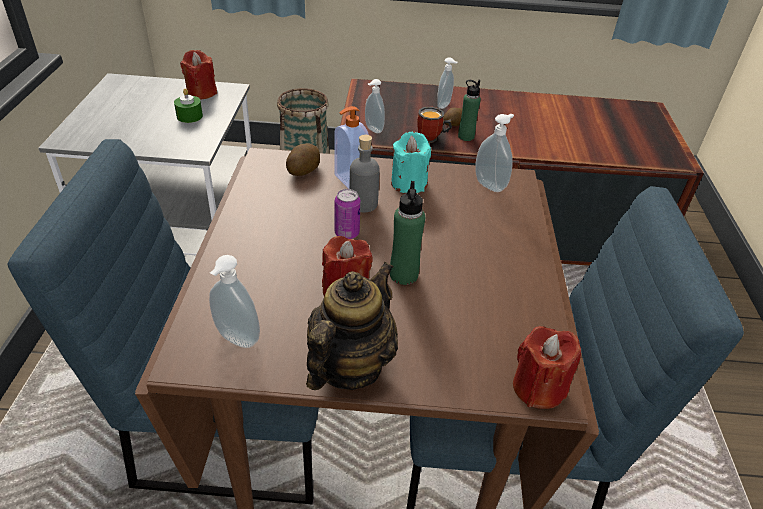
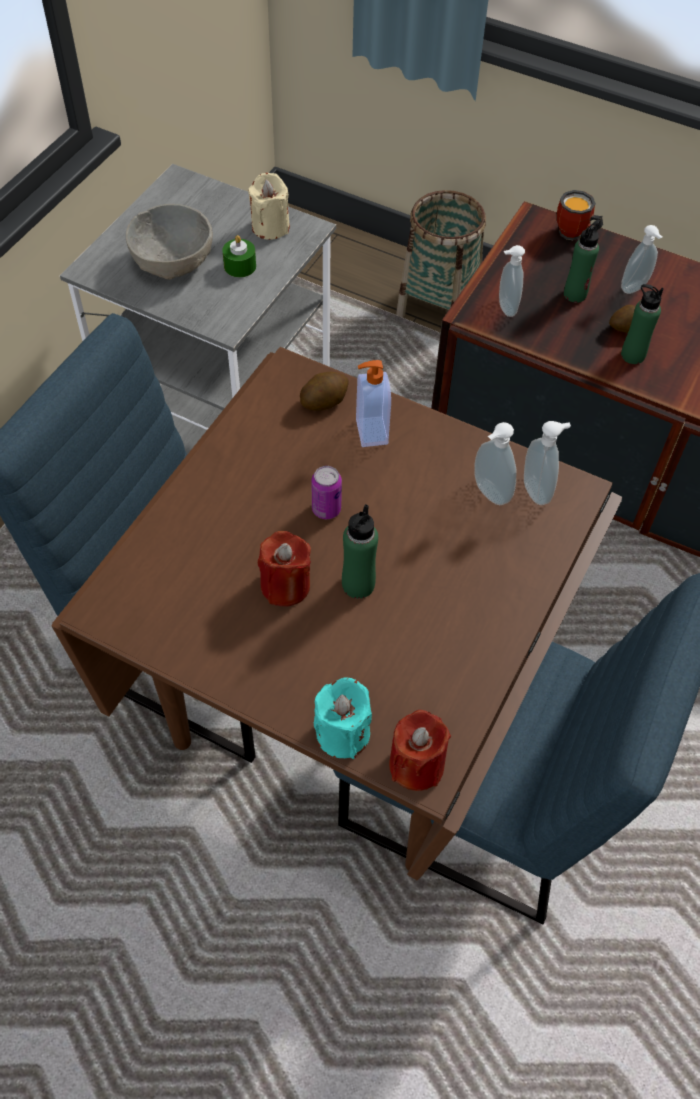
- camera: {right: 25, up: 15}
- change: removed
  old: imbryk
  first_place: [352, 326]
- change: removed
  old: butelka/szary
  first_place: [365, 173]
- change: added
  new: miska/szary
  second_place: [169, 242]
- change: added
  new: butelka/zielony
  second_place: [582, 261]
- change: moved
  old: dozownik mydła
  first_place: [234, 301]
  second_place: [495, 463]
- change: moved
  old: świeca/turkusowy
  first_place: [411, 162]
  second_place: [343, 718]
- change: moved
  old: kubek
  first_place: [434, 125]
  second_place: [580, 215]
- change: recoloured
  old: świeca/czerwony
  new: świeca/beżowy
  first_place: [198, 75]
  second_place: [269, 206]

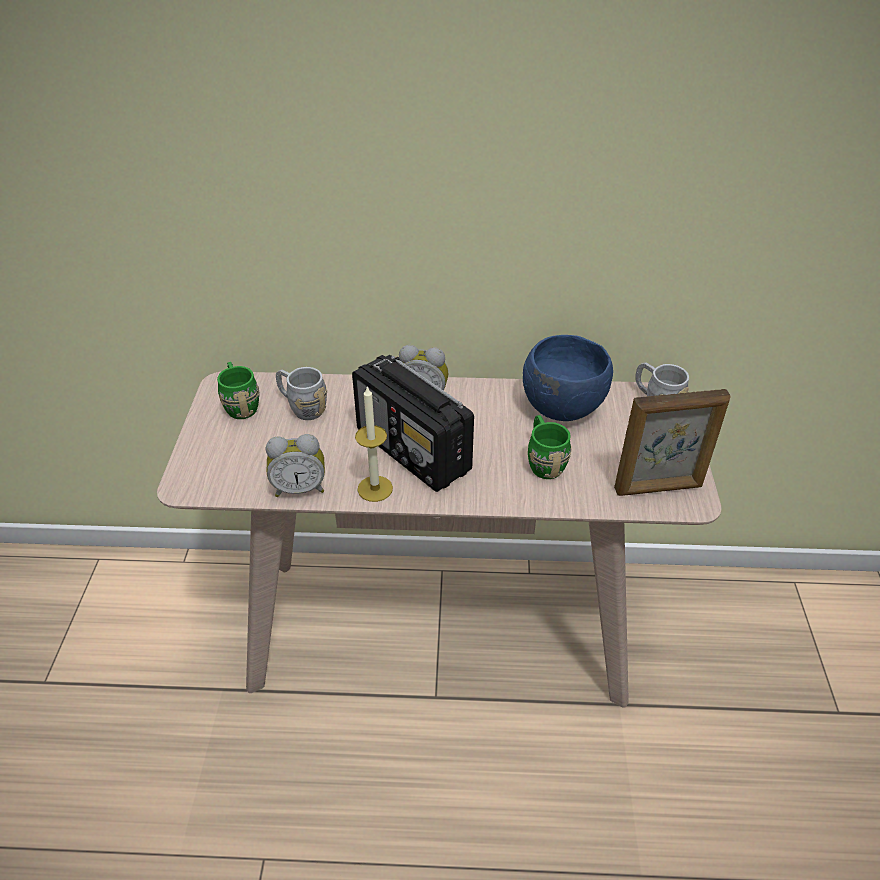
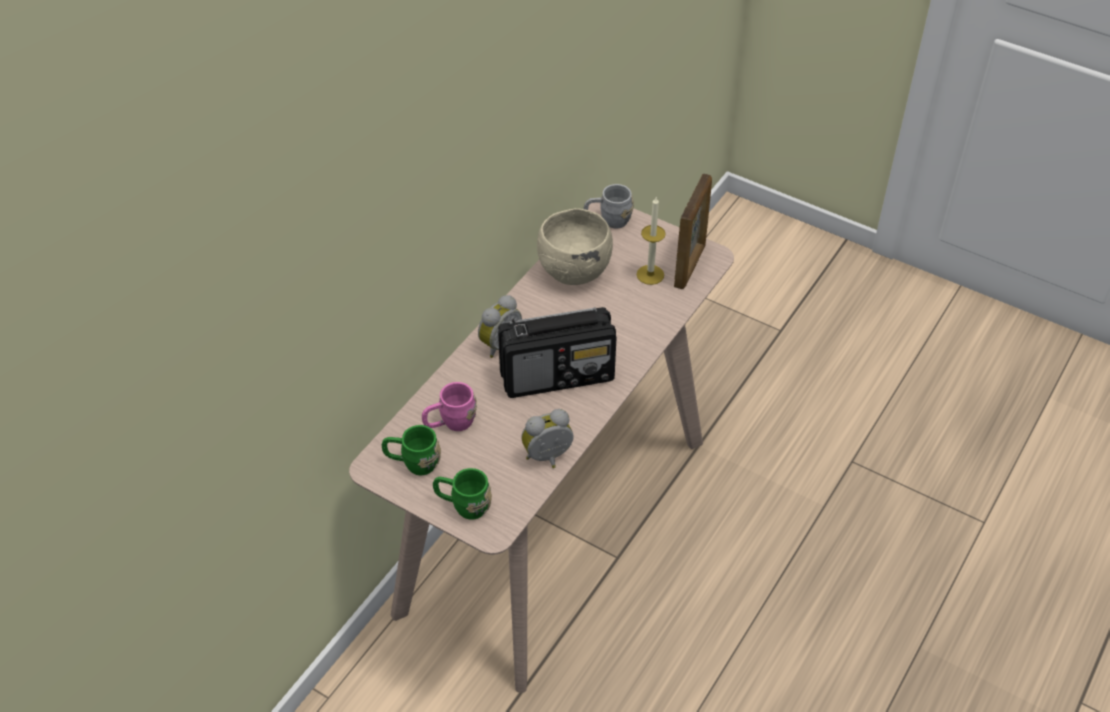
- camera: {right: -60, up: 5}
- change: moved
  old: świeca
  first_place: [374, 444]
  second_place: [651, 241]
- change: moved
  old: kubek/zielony
  first_place: [550, 447]
  second_place: [462, 494]
- change: recoloured
  old: kubek/szary
  new: kubek/różowy
  first_place: [301, 393]
  second_place: [449, 406]
- change: recoloured
  old: miska/niebieski
  new: miska/beżowy
  first_place: [568, 378]
  second_place: [575, 246]
- change: turned
  old: budzik
  first_place: [295, 465]
  second_place: [547, 438]
  degrees: -135

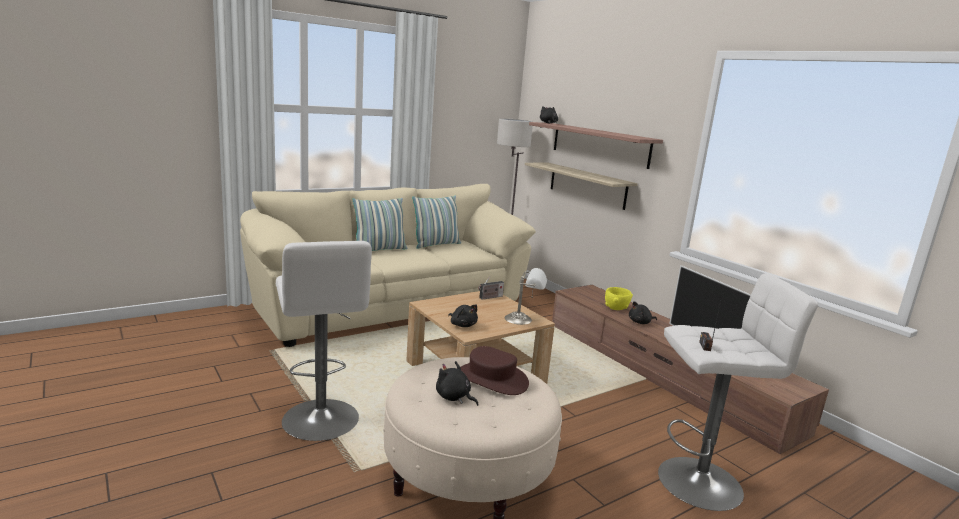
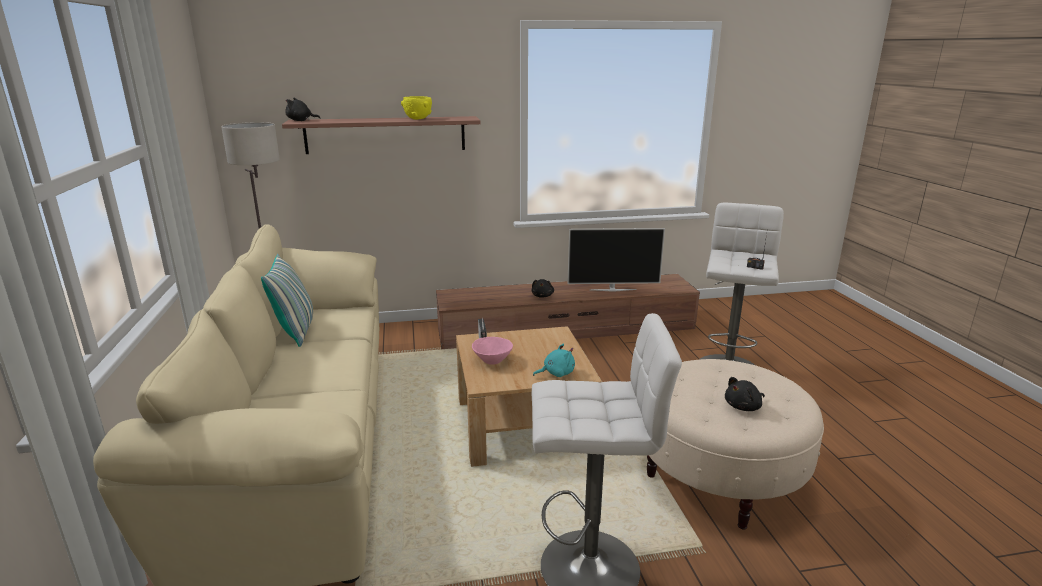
- camera: {right: -65, up: 5}
- change: removed
  old: poduszka
  first_place: [379, 224]
- change: removed
  old: kapelusz/brązowy
  first_place: [494, 370]
- change: removed
  old: lampa stołowa/biały
  first_place: [526, 296]
- change: removed
  old: półka
  first_place: [581, 186]
- change: added
  new: miska/różowy
  second_place: [492, 351]
- change: moved
  old: miska/żółty
  first_place: [619, 298]
  second_place: [416, 108]
- change: recoloured
  old: pluszak/czarny
  new: pluszak/turkusowy
  first_place: [463, 316]
  second_place: [554, 360]

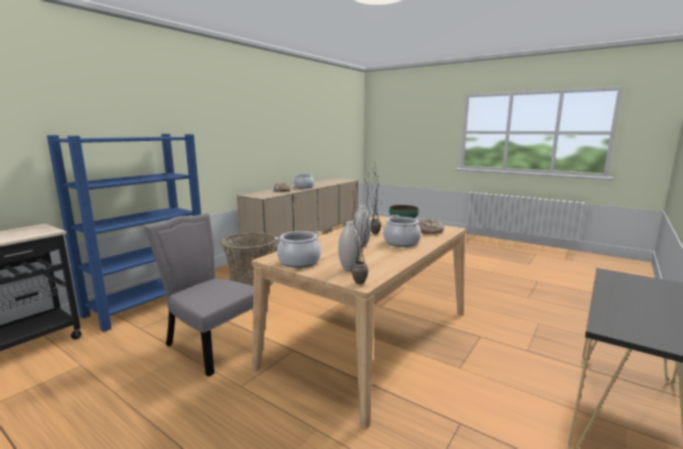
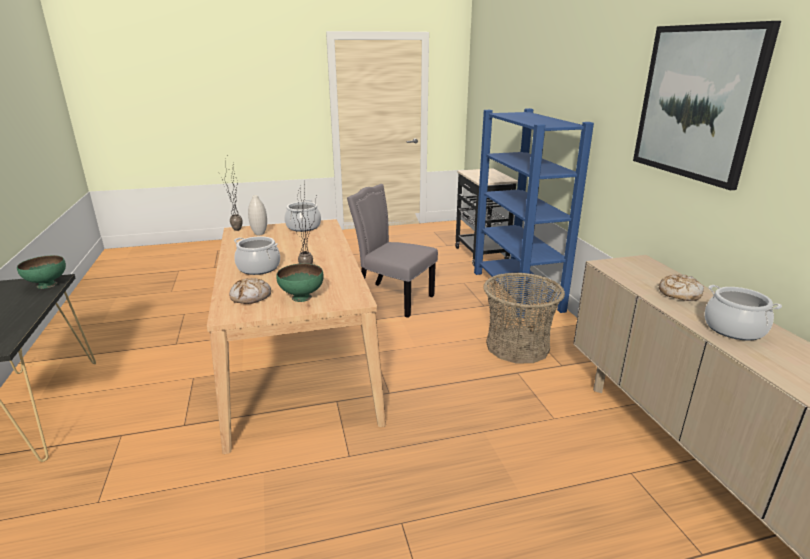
- camera: {right: 130, up: 10}
- change: removed
  old: wazon/biały
  first_place: [362, 226]
- change: added
  new: miska/zielony
  second_place: [41, 272]
- change: added
  new: obraz
  second_place: [707, 105]
- change: turned
  old: krzesło/szary
  first_place: [199, 295]
  second_place: [392, 251]
  degrees: -135

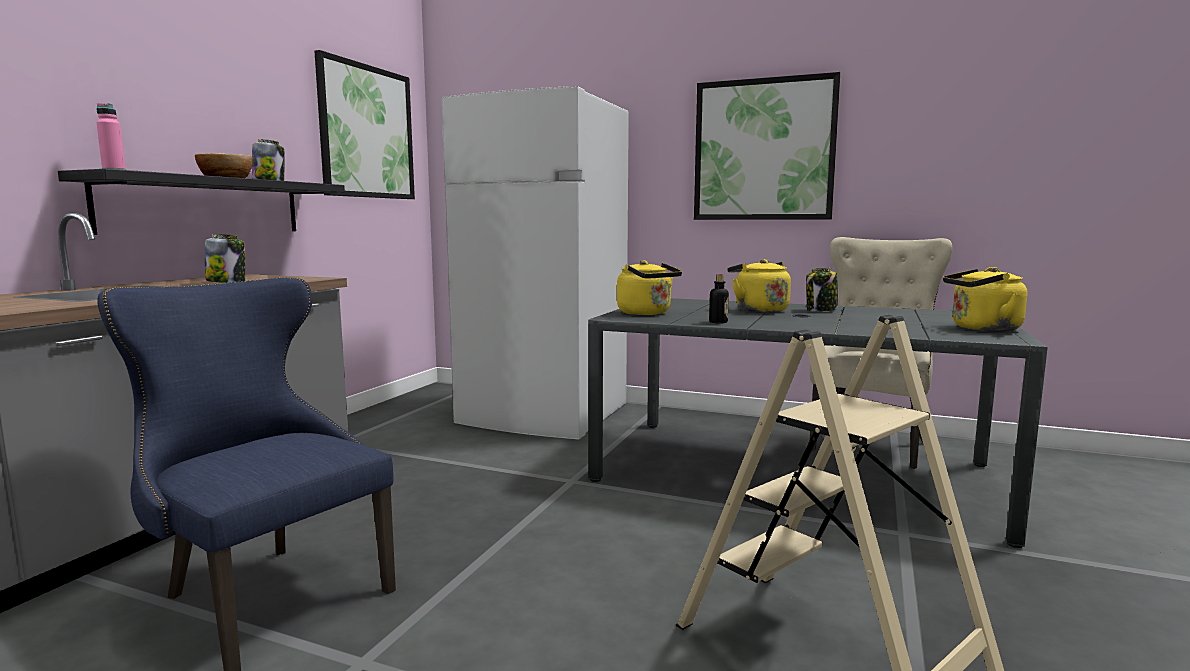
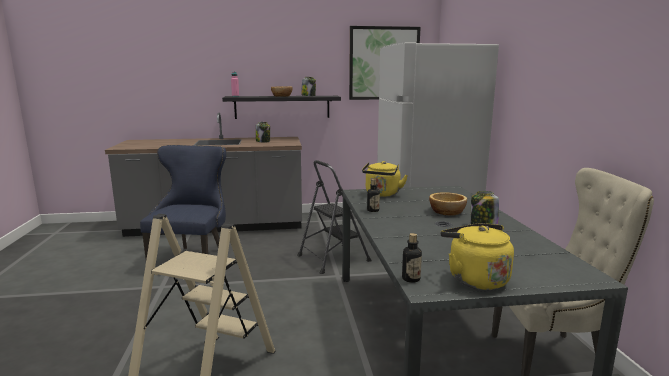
- camera: {right: 60, up: 5}
- change: removed
  old: obraz
  first_place: [767, 146]
- change: added
  new: drabinka/czarny
  second_place: [334, 217]
- change: added
  new: butelka
  second_place: [412, 258]
- change: replaced
  old: czajnik/żółty
  new: miska
  first_place: [759, 286]
  second_place: [448, 204]

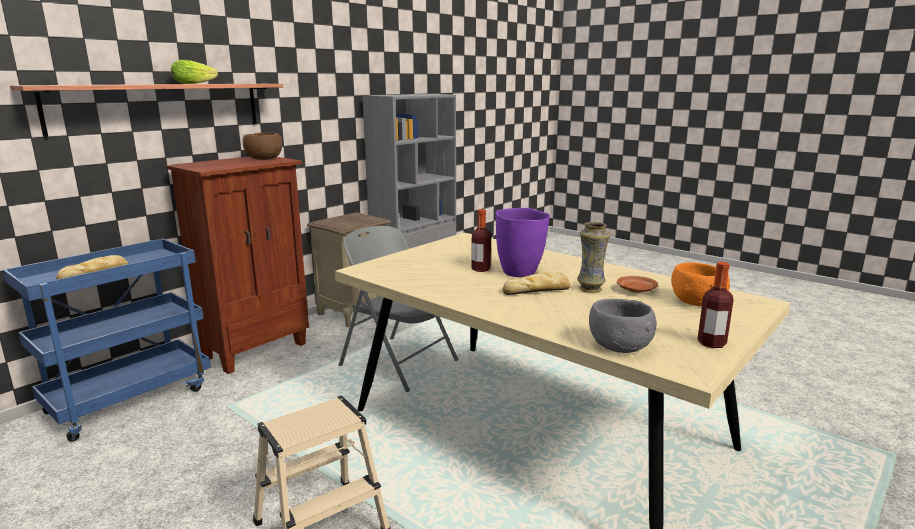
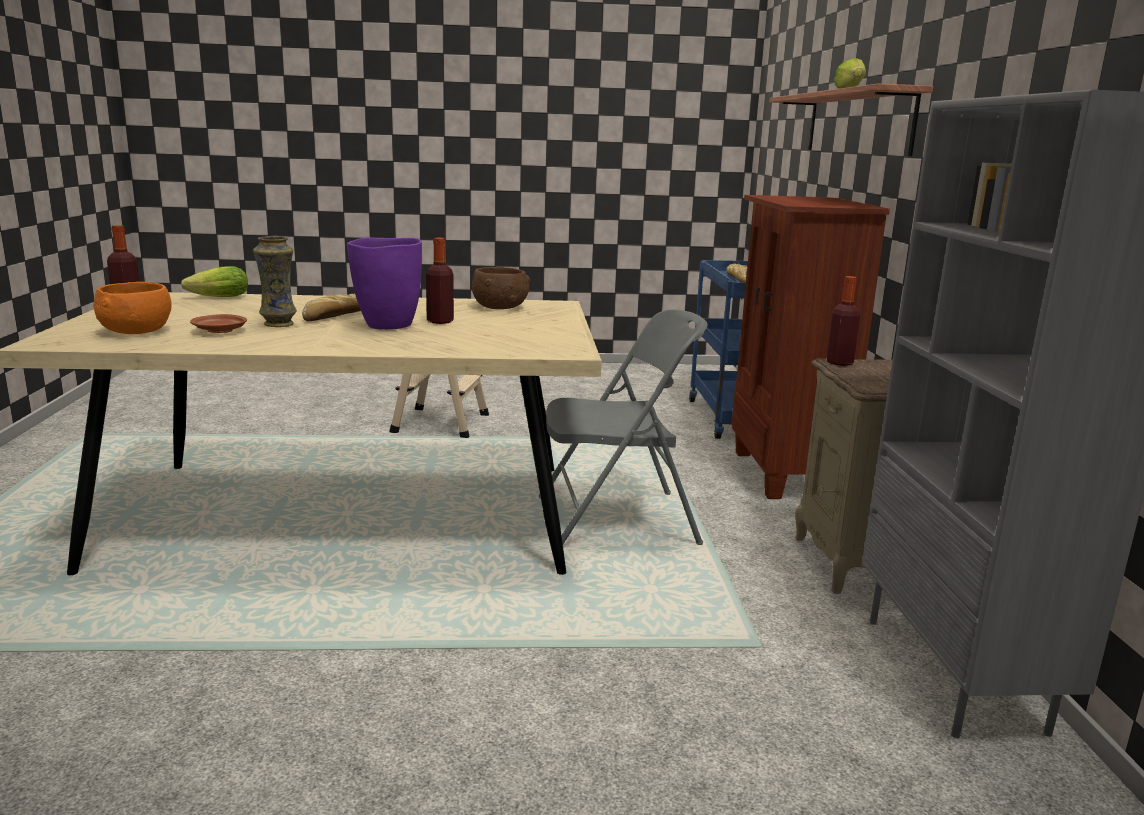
- camera: {right: 135, up: 0}
- change: added
  new: butelka
  second_place: [843, 321]
- change: moved
  old: miska/brązowy
  first_place: [262, 146]
  second_place: [501, 288]
- change: replaced
  old: miska/szary
  new: sałata
  first_place: [623, 326]
  second_place: [214, 281]

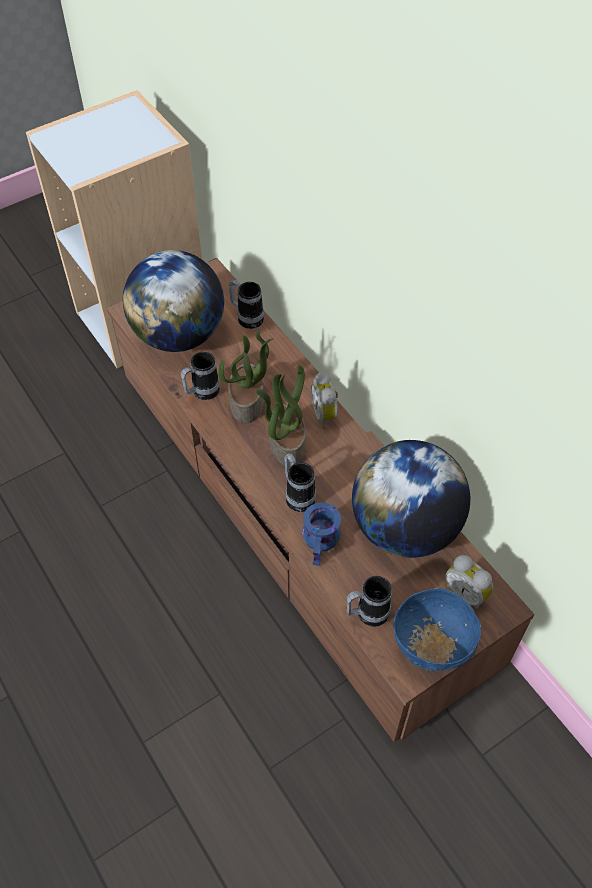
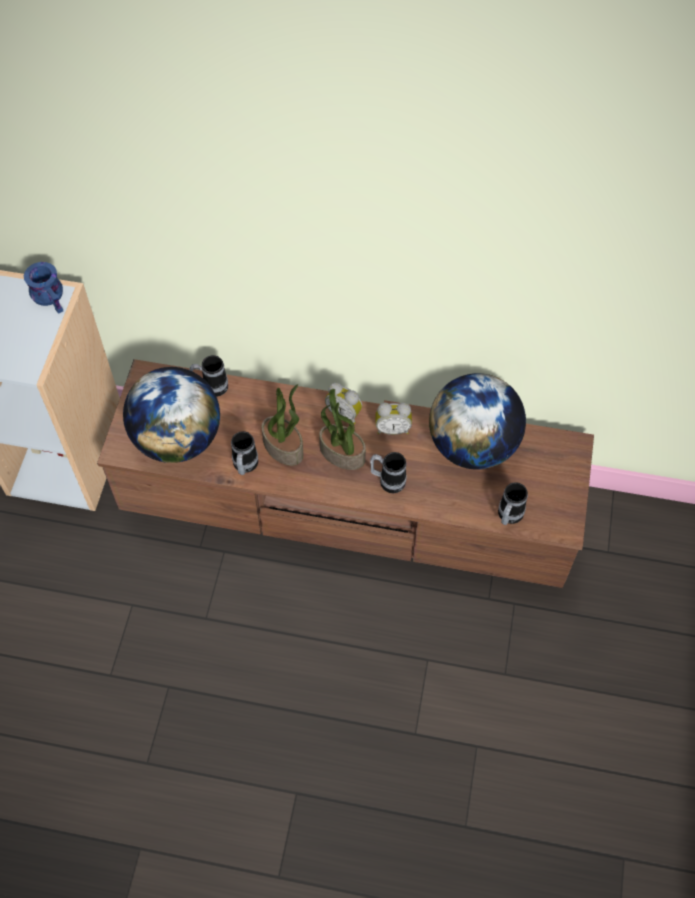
- camera: {right: -45, up: 5}
- change: removed
  old: miska/niebieski
  first_place: [437, 629]
- change: moved
  old: kubek/niebieski
  first_place: [321, 534]
  second_place: [43, 288]
- change: moved
  old: budzik
  first_place: [469, 582]
  second_place: [393, 418]

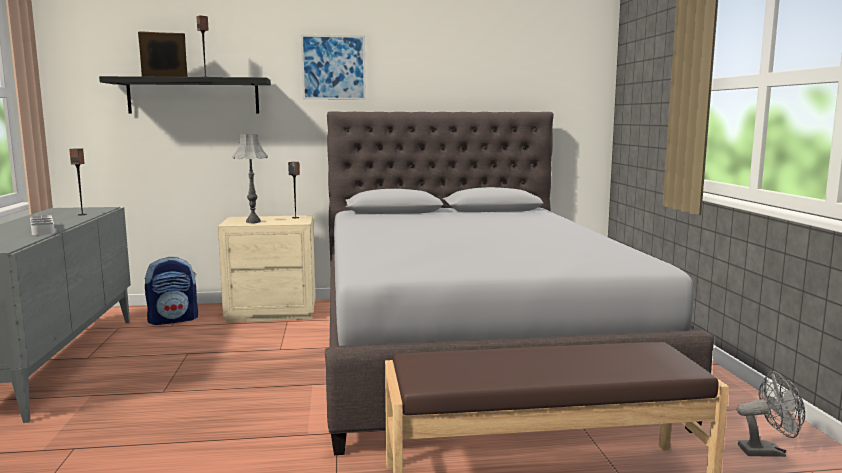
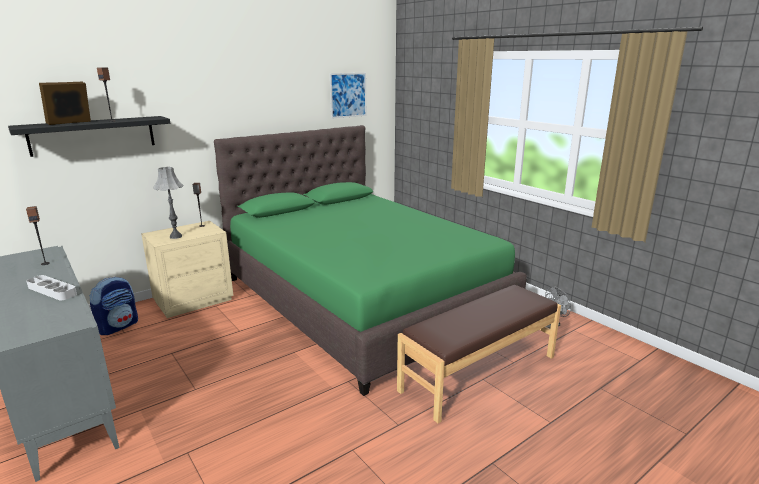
- camera: {right: -30, up: 10}
- change: moved
  old: obraz
  first_place: [333, 67]
  second_place: [348, 96]
- change: recoloured
  old: łóżko/szary
  new: łóżko/zielony
  first_place: [519, 283]
  second_place: [370, 260]

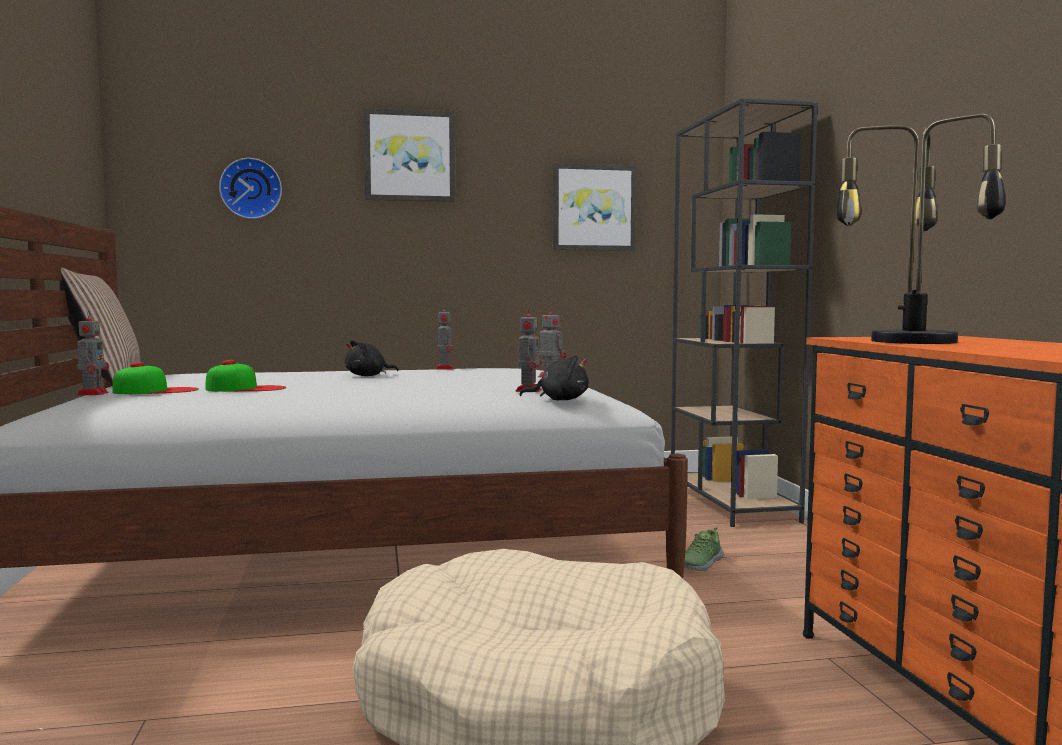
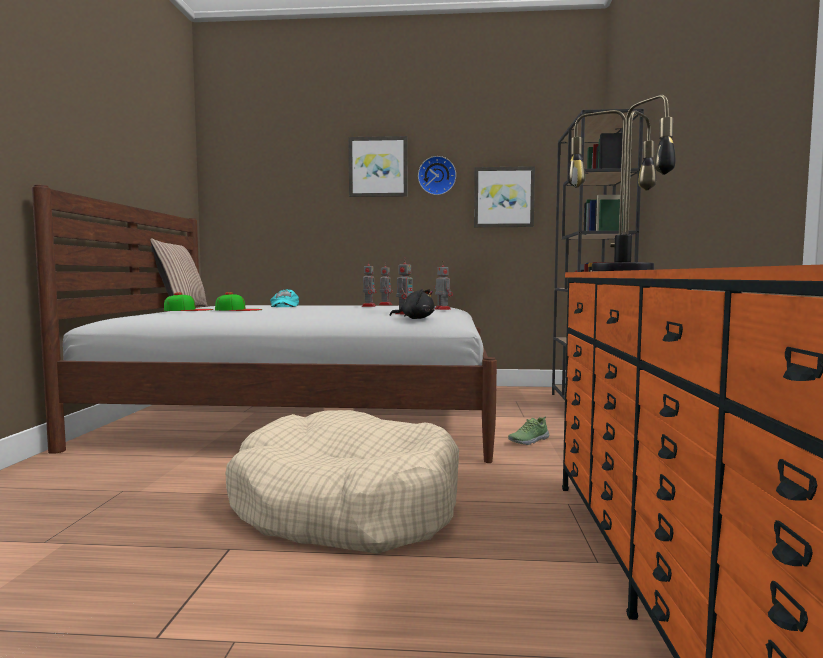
- camera: {right: 15, up: 0}
- change: removed
  old: pluszak/czarny
  first_place: [372, 358]
- change: added
  new: czapka z daszkiem/turkusowy
  second_place: [284, 298]
- change: moved
  old: robot zabawkowy
  first_place: [93, 352]
  second_place: [369, 283]
- change: moved
  old: zegar ścienny
  first_place: [250, 188]
  second_place: [437, 175]

